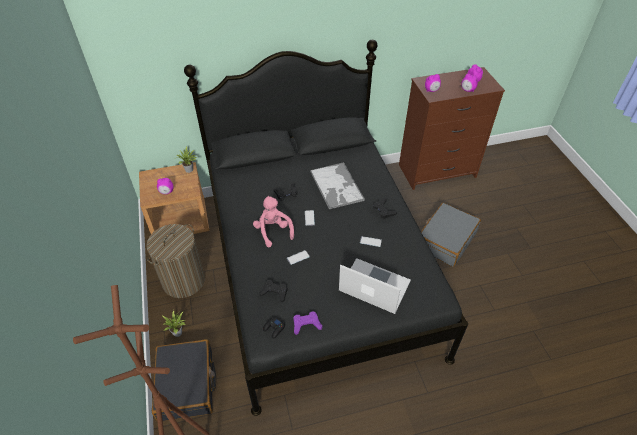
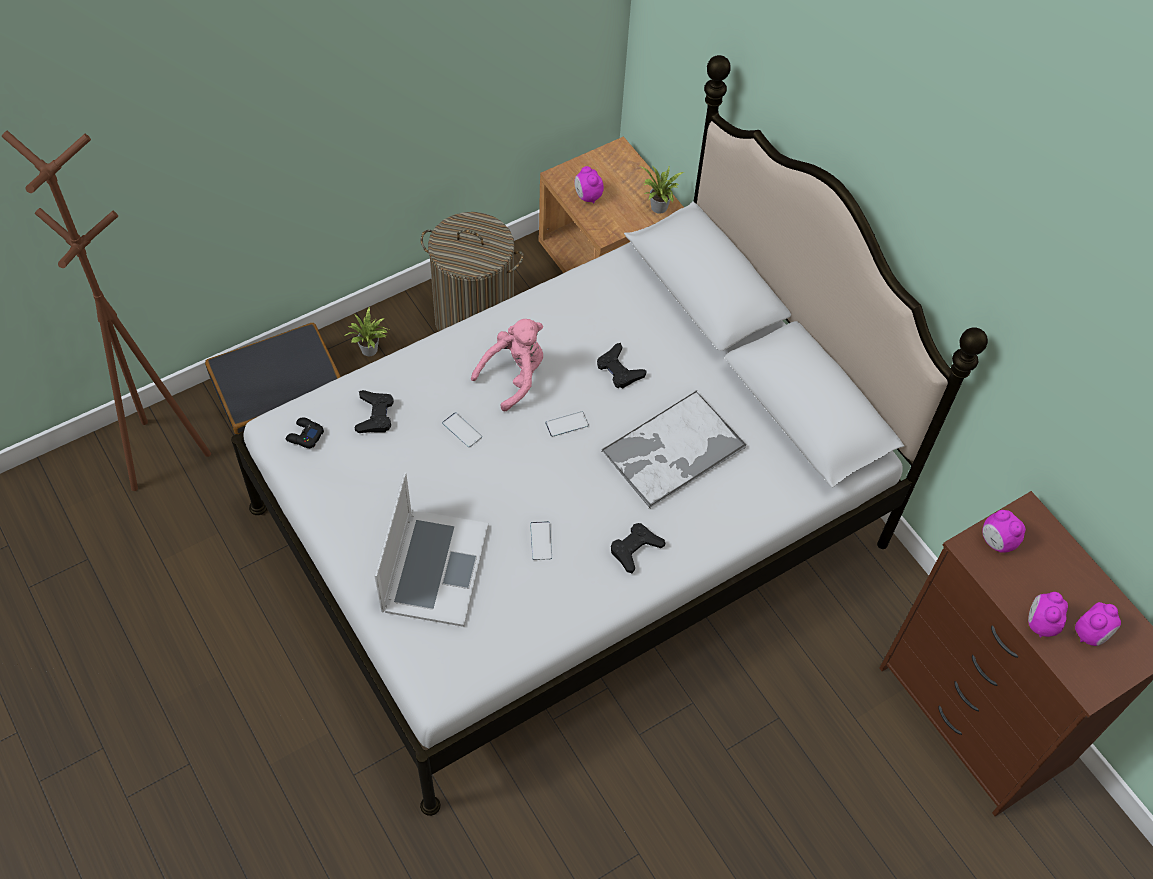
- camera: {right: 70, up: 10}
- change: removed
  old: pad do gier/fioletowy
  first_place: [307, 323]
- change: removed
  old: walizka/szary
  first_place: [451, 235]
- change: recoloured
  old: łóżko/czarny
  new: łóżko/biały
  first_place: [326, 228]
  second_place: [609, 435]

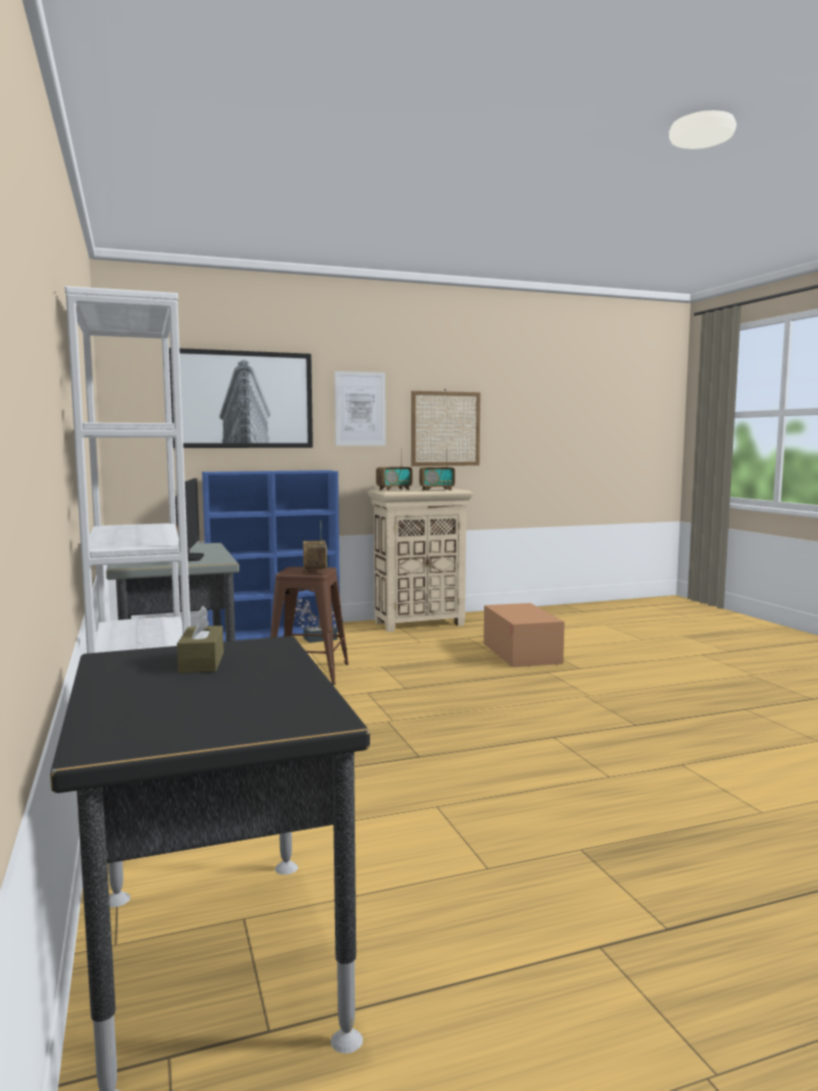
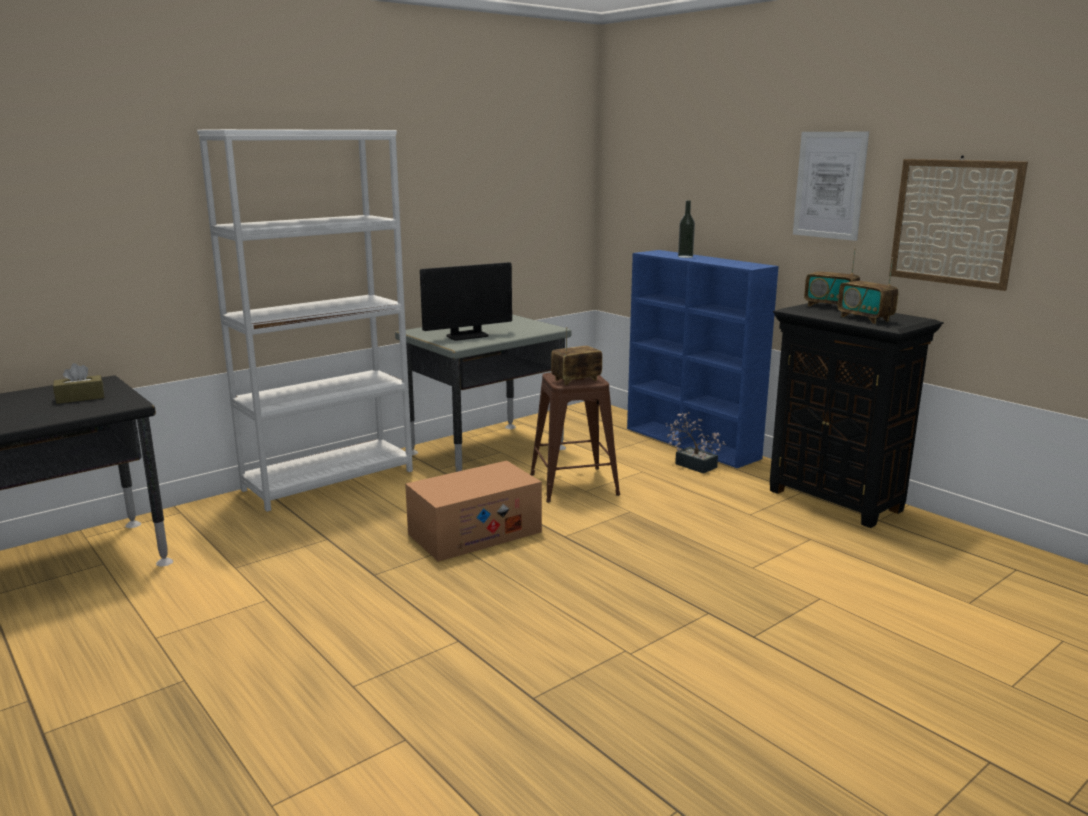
- camera: {right: 70, up: 10}
- change: removed
  old: obraz
  first_place: [241, 398]
- change: added
  new: butelka
  second_place: [686, 229]
- change: moved
  old: karton
  first_place: [524, 635]
  second_place: [473, 511]
- change: recoloured
  old: szafka/beżowy
  new: szafka/czarny
  first_place: [420, 560]
  second_place: [857, 415]

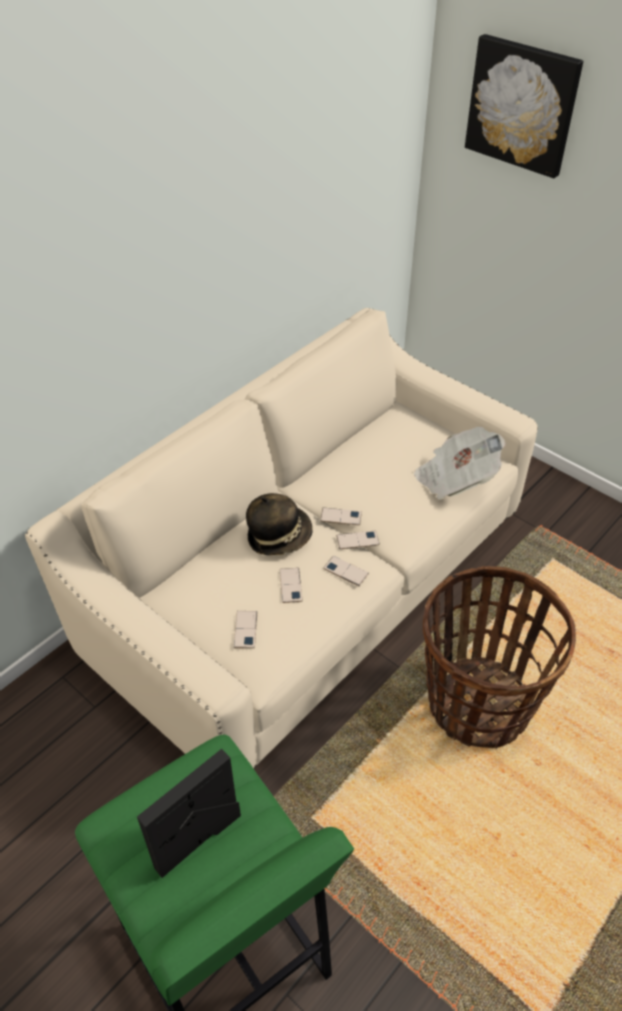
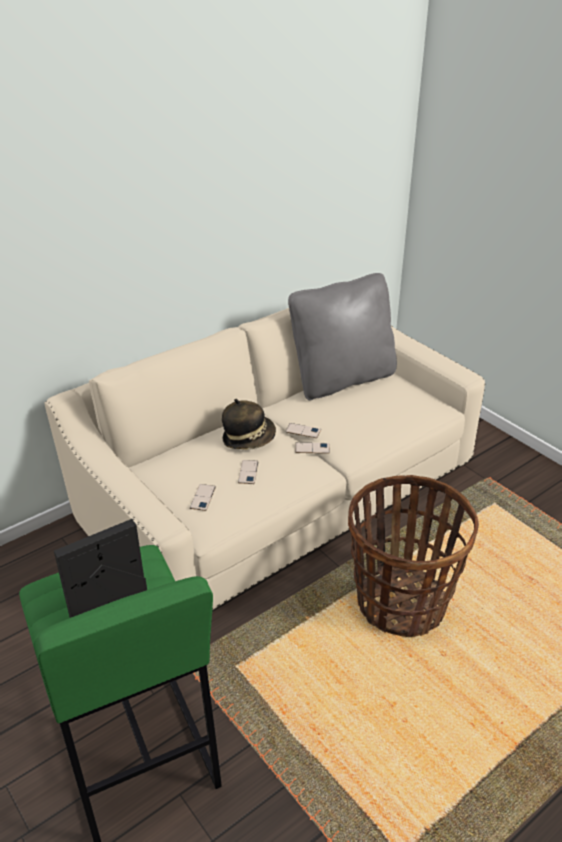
- camera: {right: 10, up: -10}
- change: removed
  old: telefon
  first_place: [346, 571]
- change: removed
  old: gazeta
  first_place: [460, 463]
- change: removed
  old: obraz
  first_place: [524, 106]
- change: added
  new: poduszka/szary
  second_place: [342, 337]

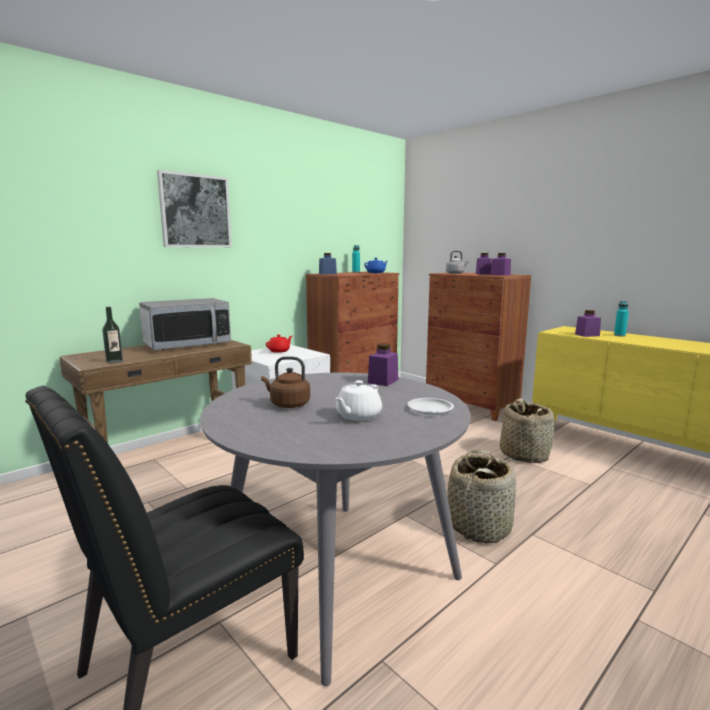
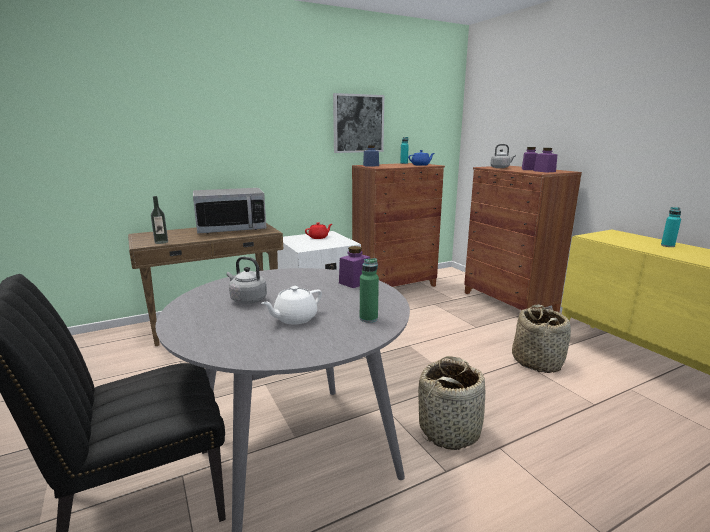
- camera: {right: 15, up: 5}
- change: removed
  old: słoik/fioletowy
  first_place: [588, 323]
- change: moved
  old: obraz
  first_place: [194, 208]
  second_place: [358, 123]
- change: replaced
  old: talerz/biały
  new: butelka/zielony
  first_place: [431, 406]
  second_place: [369, 290]
- change: recoloured
  old: czajnik/brązowy
  new: czajnik/szary
  first_place: [285, 382]
  second_place: [247, 280]

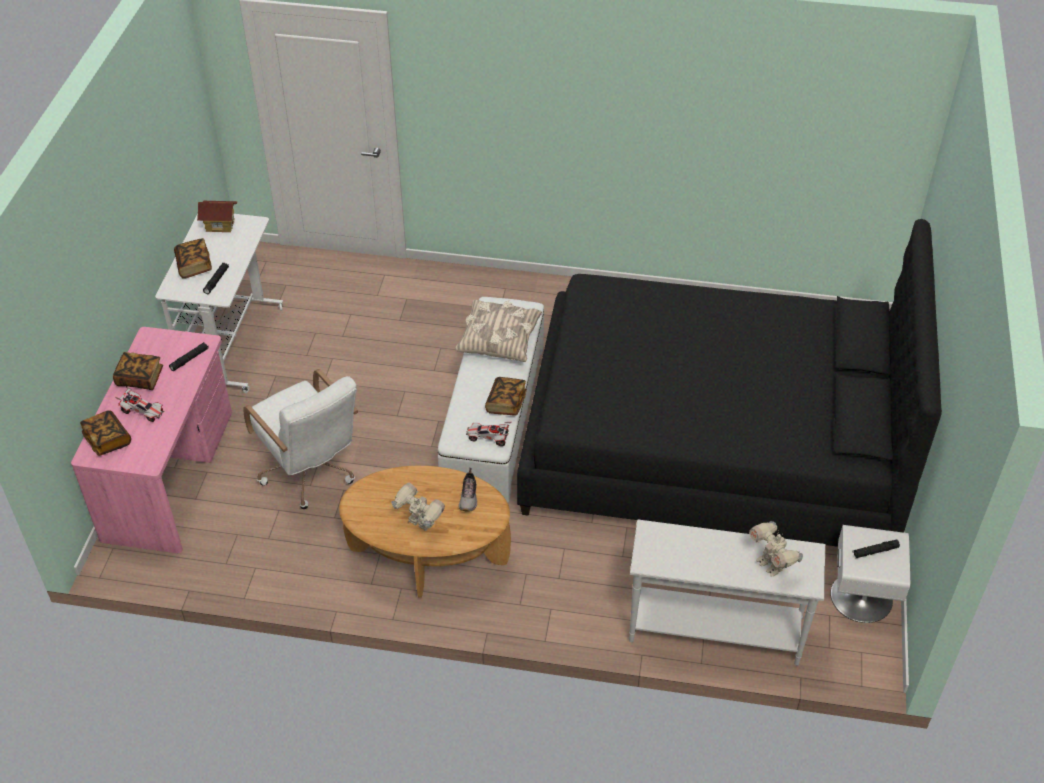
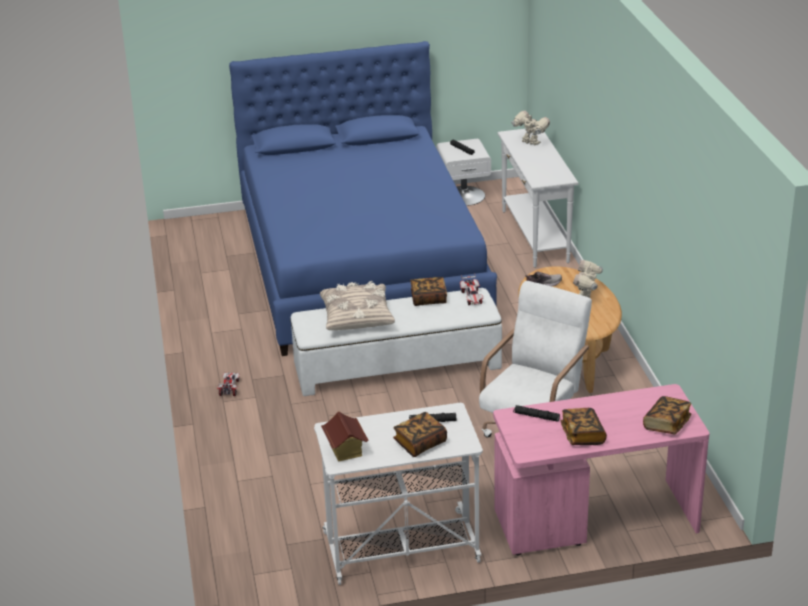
- camera: {right: -110, up: -15}
- change: moved
  old: samochodzik
  first_place: [140, 404]
  second_place: [228, 384]
- change: recoloured
  old: łóżko/czarny
  new: łóżko/niebieski
  first_place: [729, 383]
  second_place: [363, 198]
- change: turned
  old: robot zabawkowy
  first_place: [776, 549]
  second_place: [530, 128]
  degrees: -90

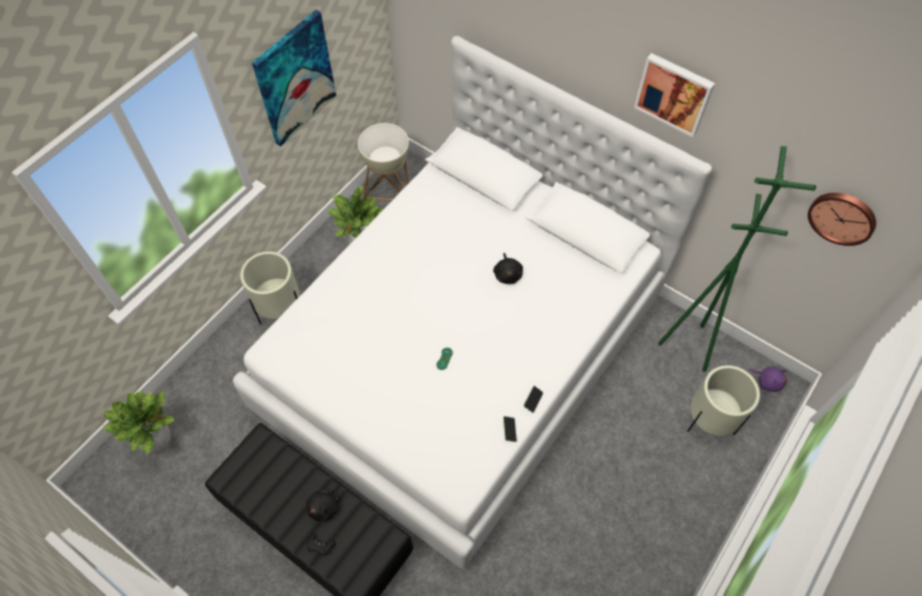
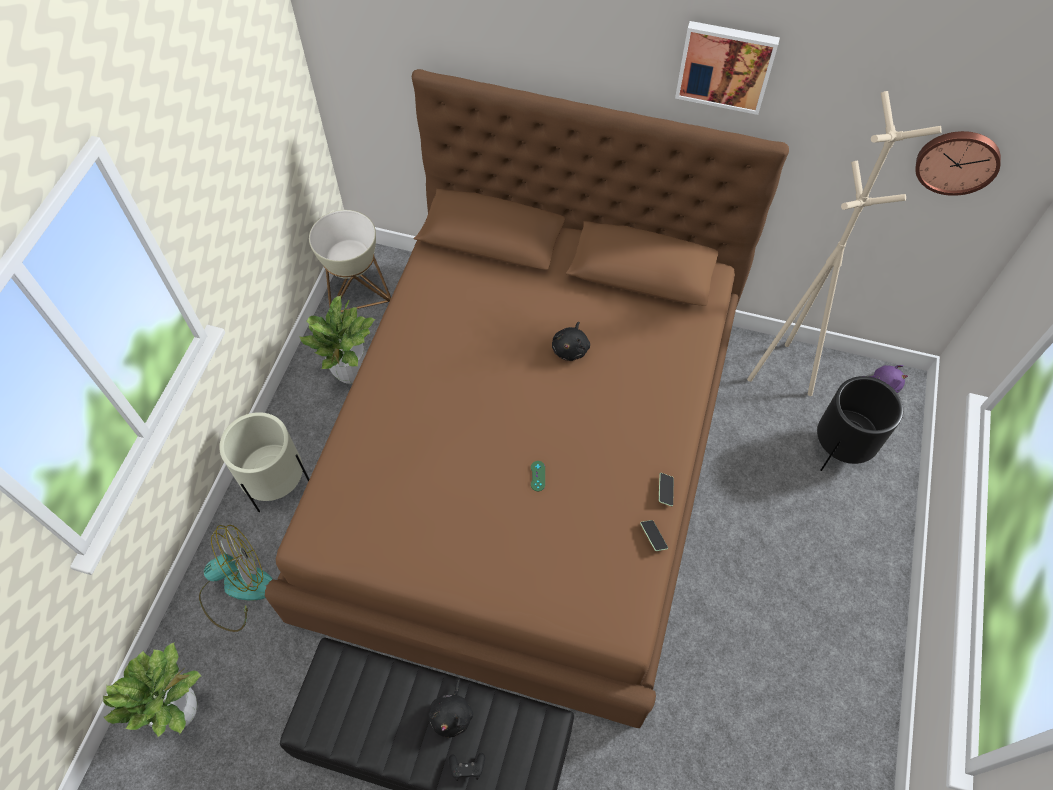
- camera: {right: -20, up: 0}
- change: removed
  old: obraz
  first_place: [294, 78]
- change: added
  new: wentylator
  second_place: [236, 578]
- change: recoloured
  old: łóżko/biały
  new: łóżko/brązowy
  first_place: [472, 303]
  second_place: [527, 398]
- change: recoloured
  old: wieszak/zielony
  new: wieszak/beżowy
  first_place: [737, 259]
  second_place: [844, 243]
- change: recoloured
  old: donica/beżowy
  new: donica/czarny
  first_place: [723, 400]
  second_place: [860, 423]
- change: turned
  old: pluszak/czarny
  first_place: [508, 268]
  second_place: [571, 341]
  degrees: 45

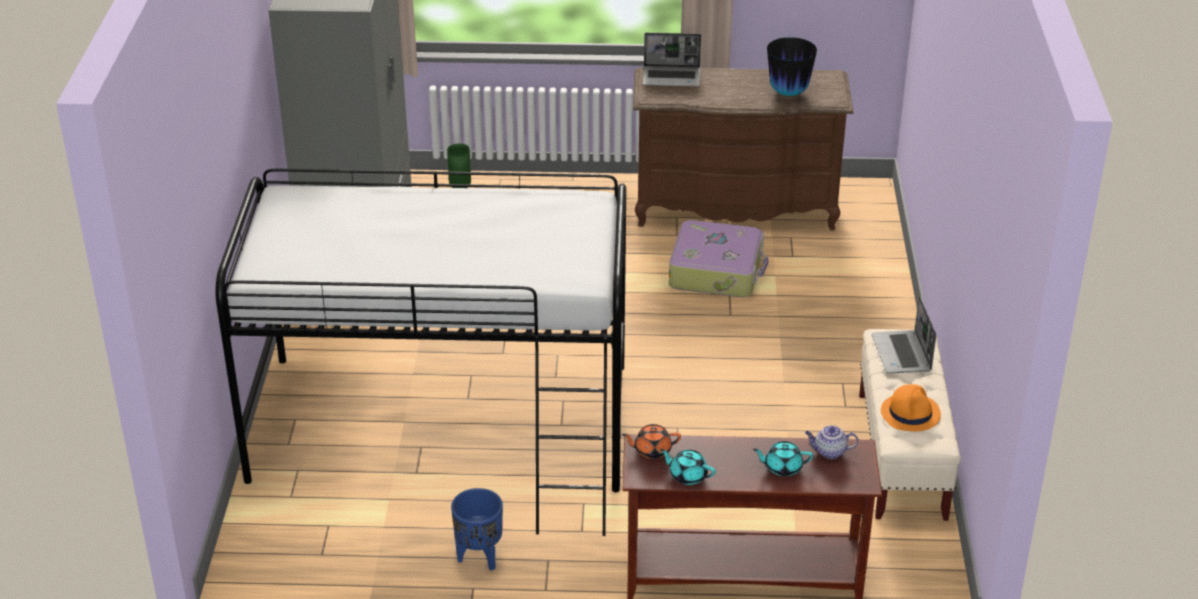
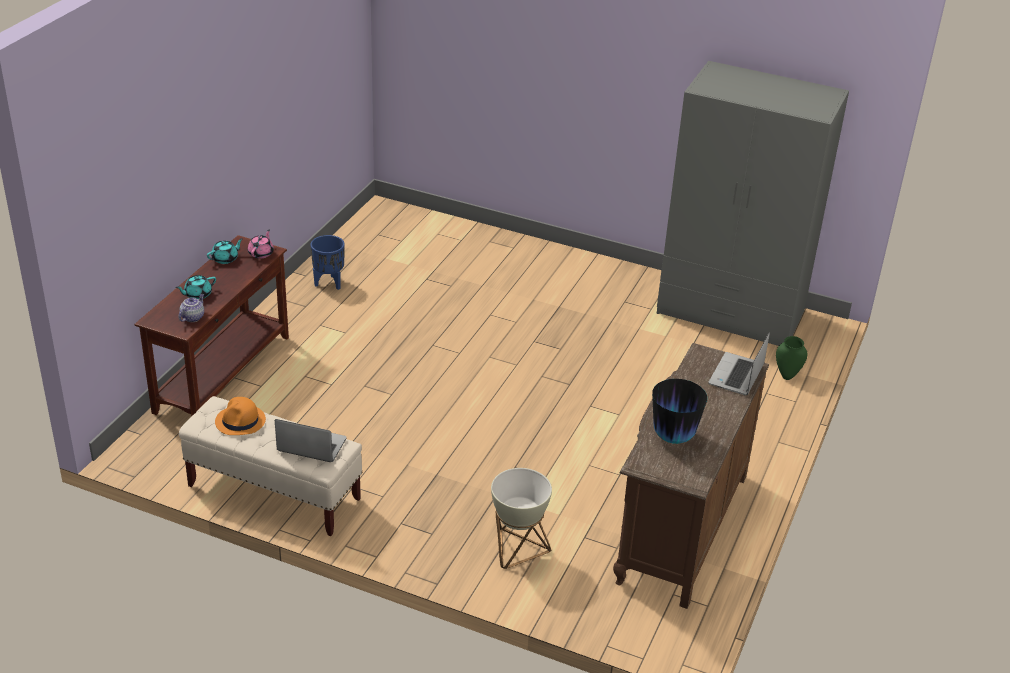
- camera: {right: 110, up: 0}
- change: removed
  old: łóżko/czarny
  first_place: [421, 352]
- change: removed
  old: walizka
  first_place: [719, 258]
- change: added
  new: donica
  second_place: [521, 518]
- change: recoloured
  old: imbryk/pomarańczowy
  new: imbryk/różowy
  first_place: [651, 441]
  second_place: [261, 244]
- change: turned
  old: imbryk/turkusowy
  first_place: [783, 458]
  second_place: [195, 287]
  degrees: -150

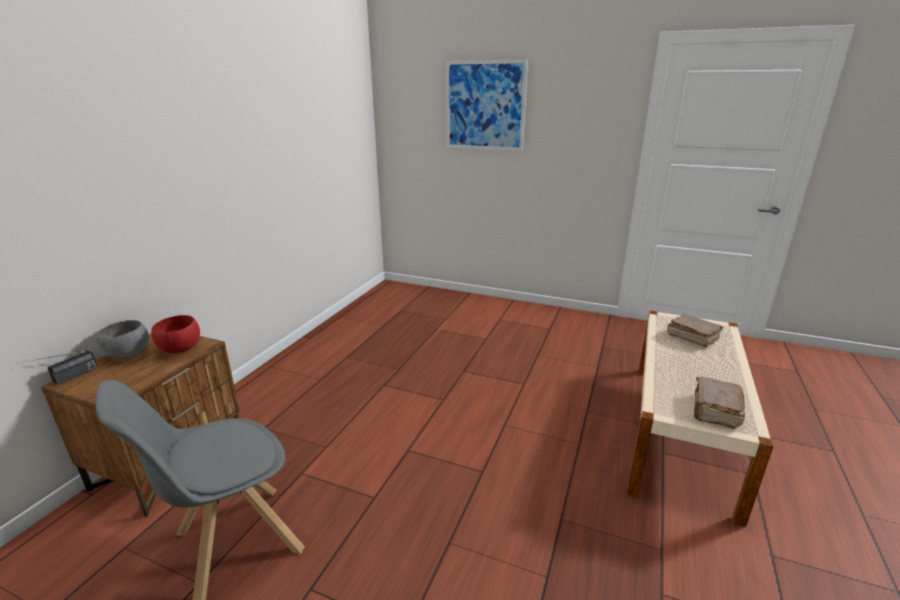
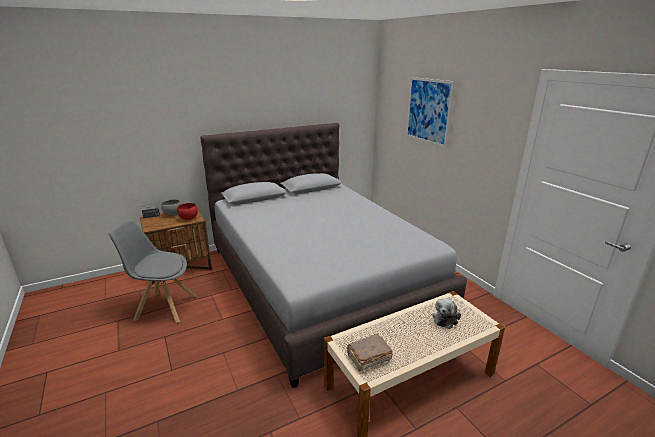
- camera: {right: 40, up: 0}
- change: added
  new: łóżko/szary
  second_place: [333, 255]
- change: replaced
  old: książka/brązowy
  new: pluszak
  first_place: [695, 330]
  second_place: [446, 313]

